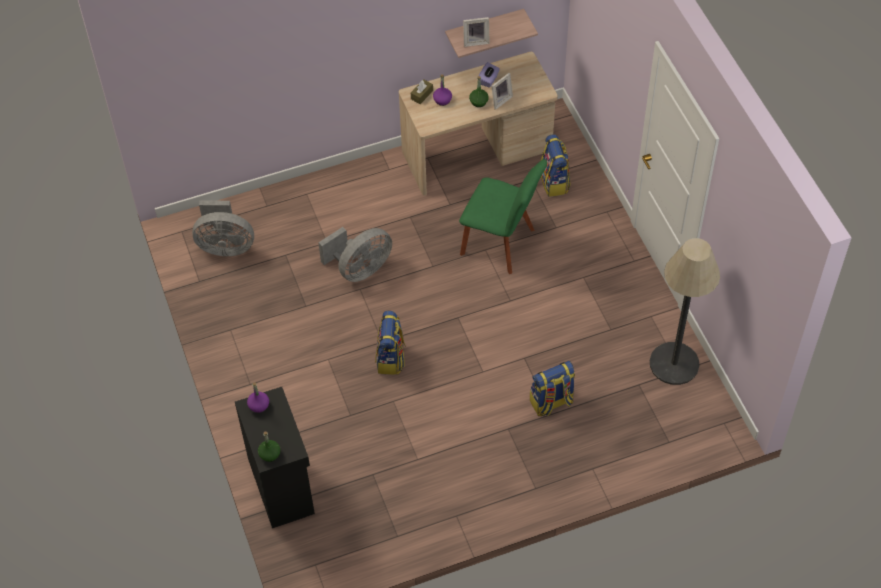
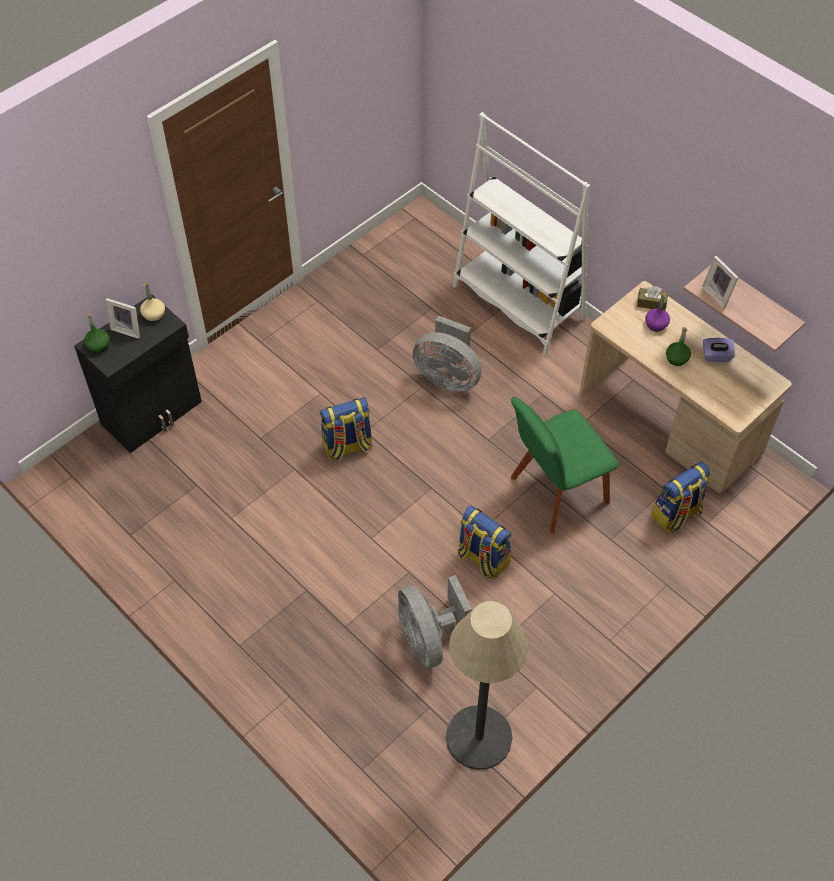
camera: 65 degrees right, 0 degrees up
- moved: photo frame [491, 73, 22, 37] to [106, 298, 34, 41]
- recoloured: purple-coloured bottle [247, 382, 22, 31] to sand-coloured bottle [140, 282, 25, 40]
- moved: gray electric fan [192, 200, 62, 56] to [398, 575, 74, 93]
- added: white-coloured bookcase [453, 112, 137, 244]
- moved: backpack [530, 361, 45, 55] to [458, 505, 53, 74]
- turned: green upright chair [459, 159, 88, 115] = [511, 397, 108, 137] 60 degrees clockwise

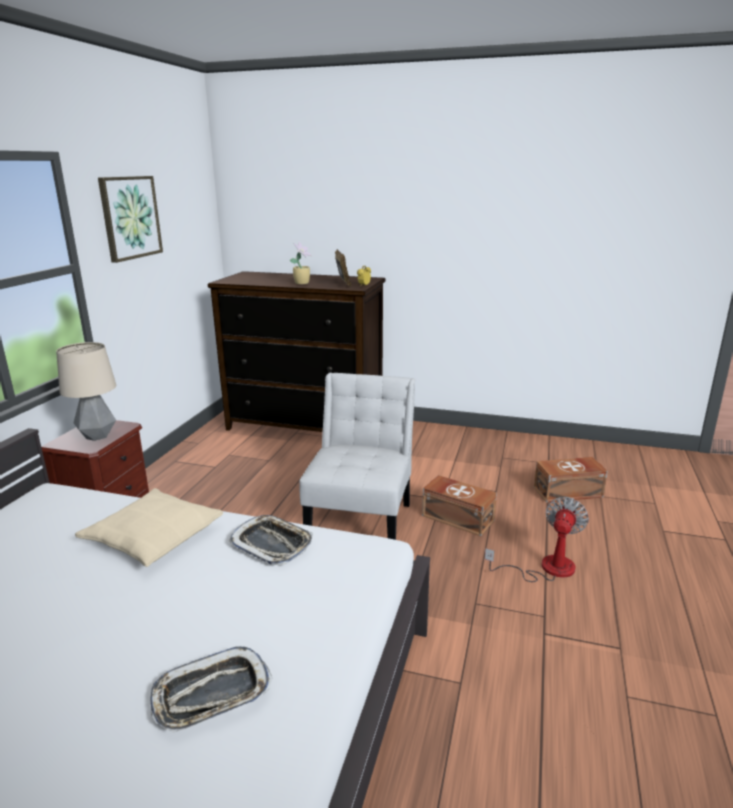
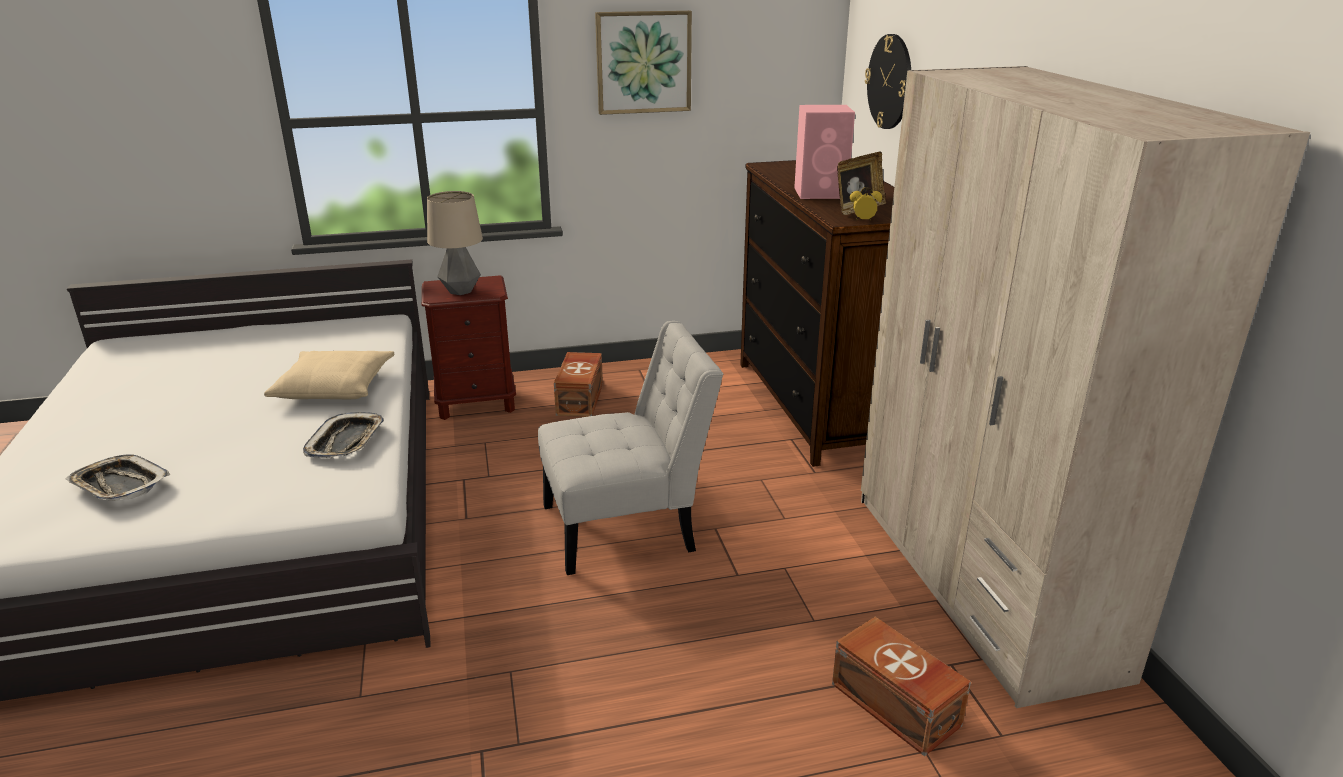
camera: 60 degrees right, 5 degrees up
- moved: brown storage bin [422, 475, 75, 61] to [554, 352, 49, 65]
- replaced: houseplant [290, 242, 21, 43] to pink-coloured loudspeaker [794, 105, 61, 94]
- added: sand-coloured clothes cupboard [861, 66, 449, 642]
- added: clock on the wall [865, 34, 46, 95]
- removed: electric fan [485, 497, 104, 85]

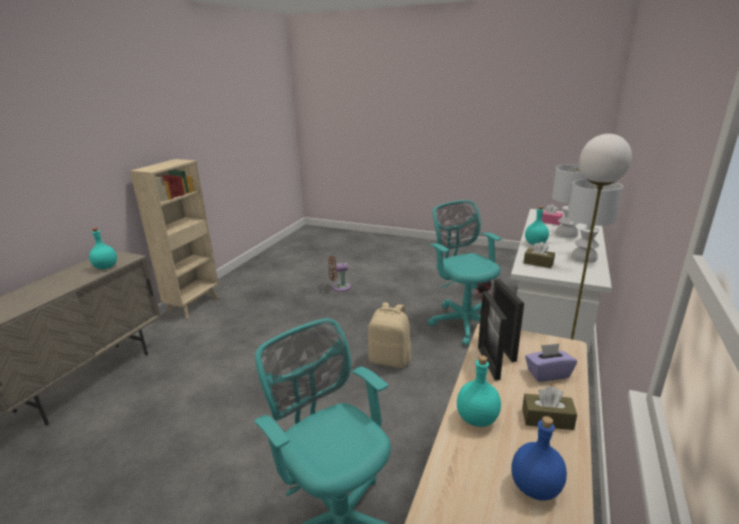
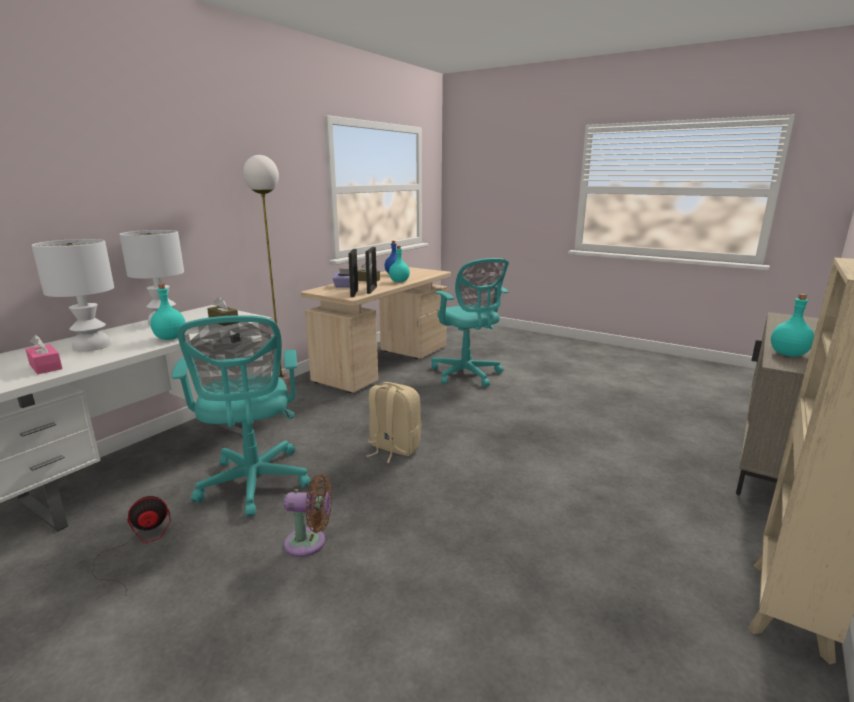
camera: 170 degrees left, 5 degrees down
- moved: brown electric fan [328, 256, 23, 36] to [284, 474, 48, 83]

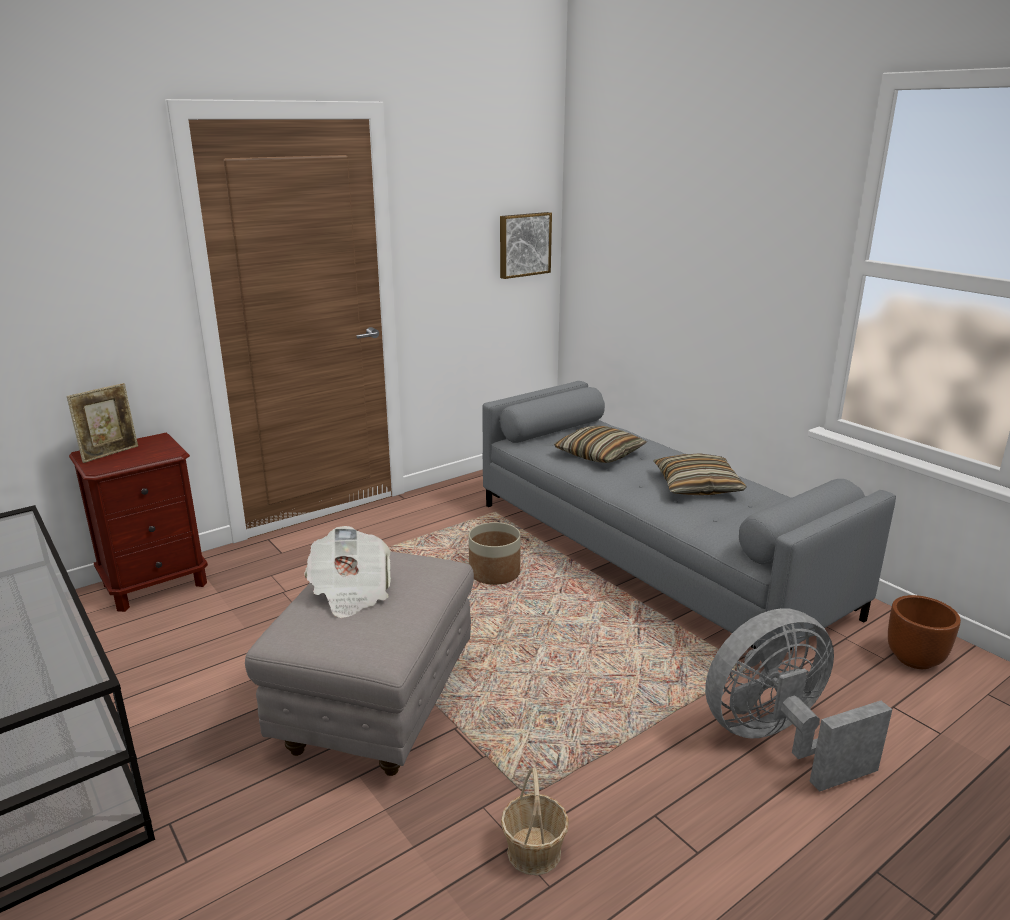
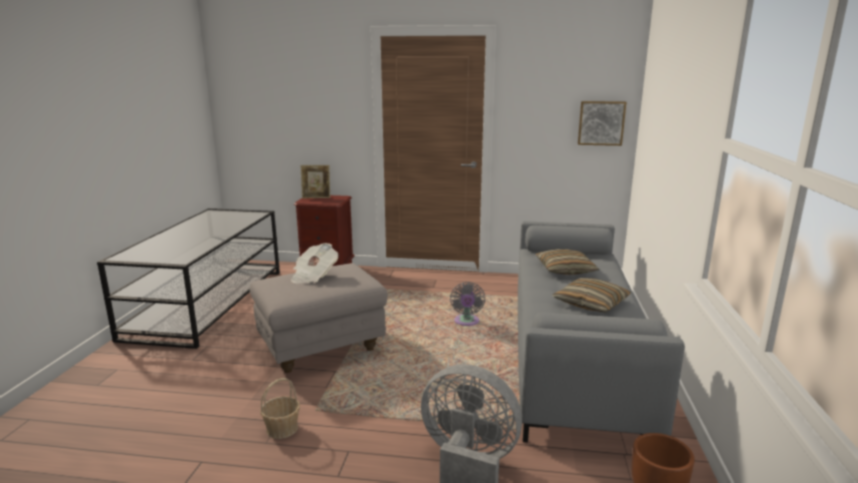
camera: 45 degrees right, 5 degrees down
- replaced: flower pot [469, 522, 52, 63] to gray electric fan [450, 282, 35, 44]

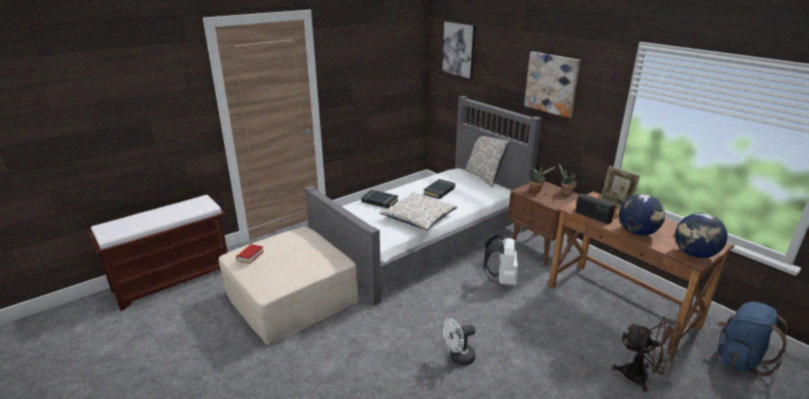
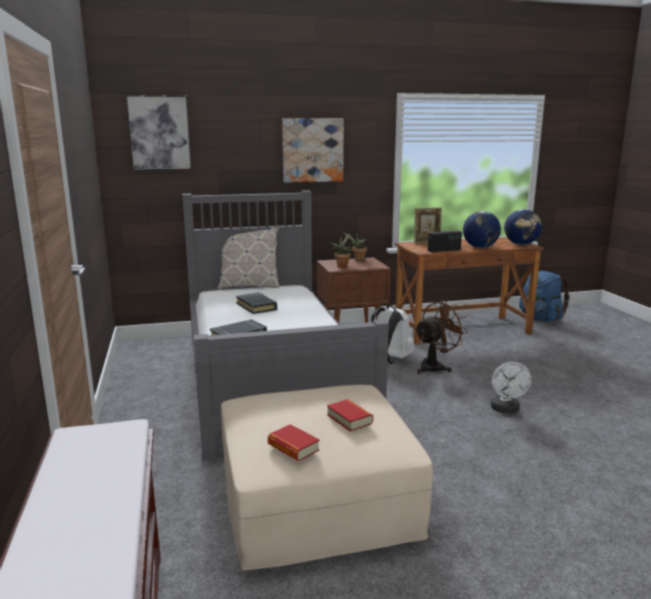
camera: 65 degrees left, 10 degrees down
- added: volume [327, 399, 46, 33]
- moved: brown electric fan [612, 317, 69, 75] to [414, 300, 54, 74]
- removed: cushion [380, 192, 78, 38]

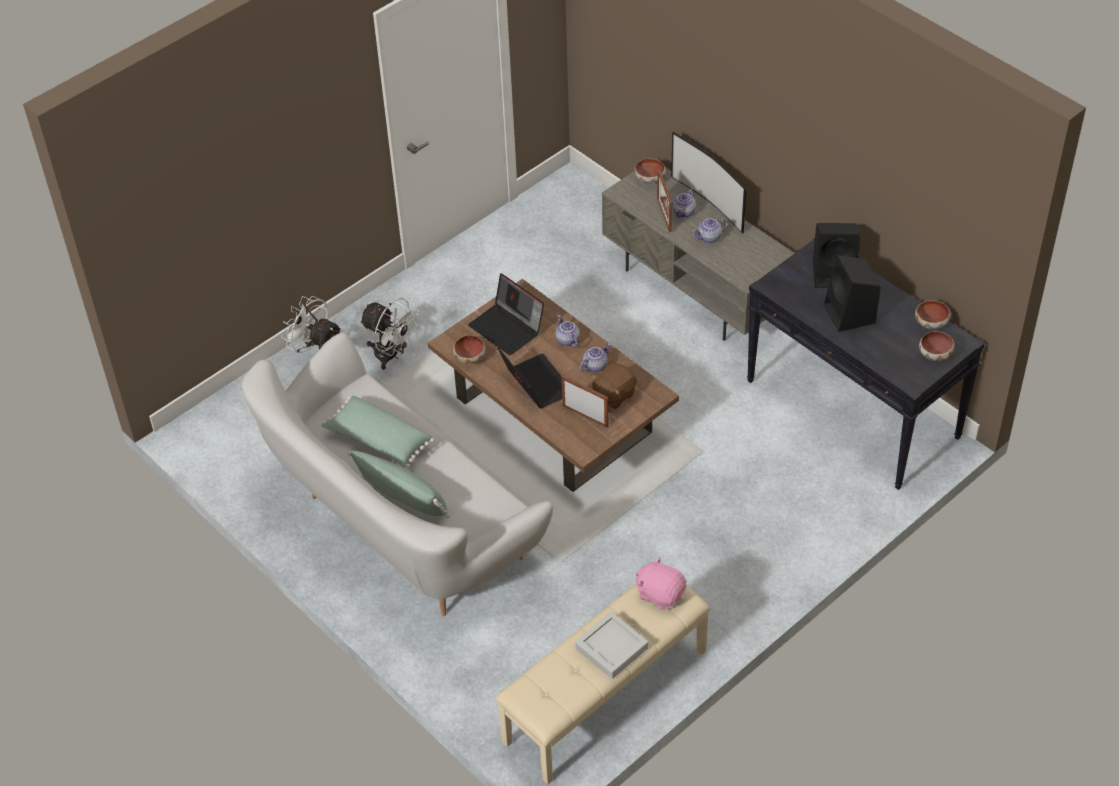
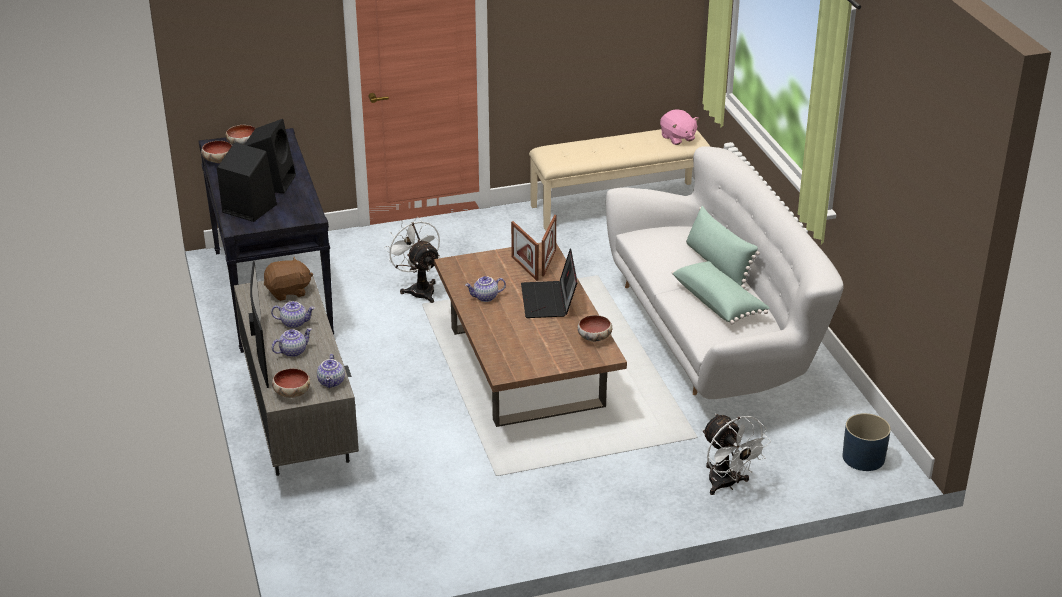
camera: 155 degrees left, 15 degrees down
- moved: brown soft toy [592, 363, 45, 46] to [264, 256, 49, 45]
- moved: pot for tea [555, 315, 25, 33] to [317, 354, 28, 34]
- moved: white-coloured electric fan [359, 298, 60, 72] to [384, 217, 56, 86]
- moved: photo frame [657, 169, 15, 63] to [542, 215, 14, 61]
- moved: pink-coloured soft toy [636, 557, 50, 53] to [660, 109, 39, 36]
- added: blue-coloured flower pot [842, 413, 49, 58]
- removed: notebook computer [468, 273, 76, 82]
- removed: gray serving tray [575, 612, 73, 67]

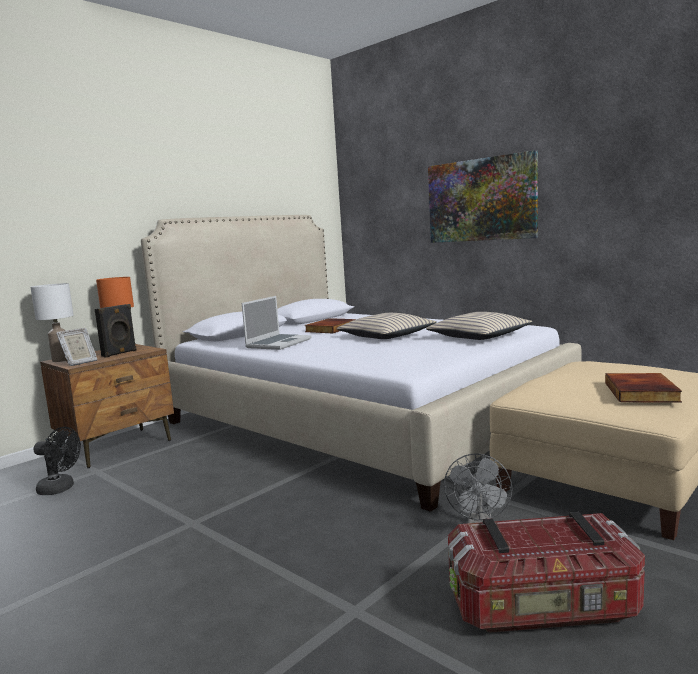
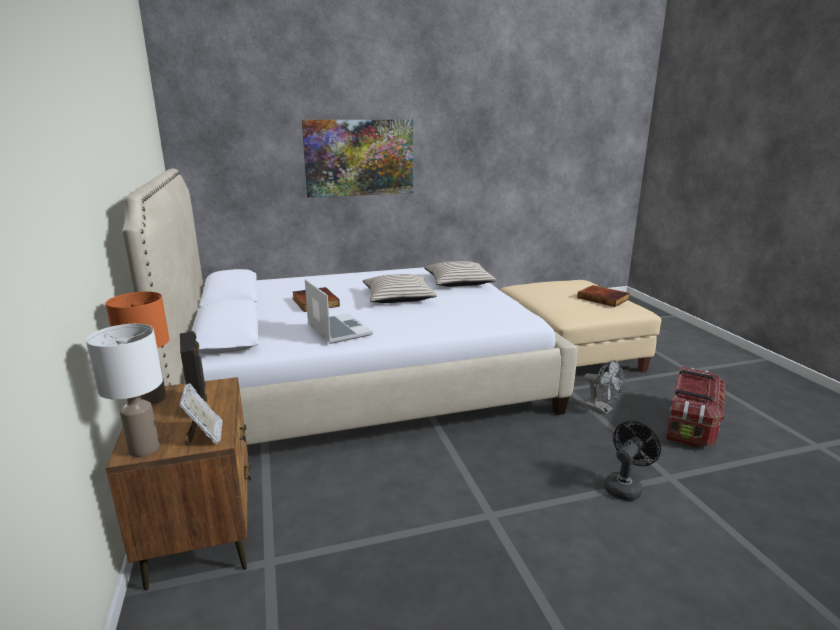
camera: 60 degrees left, 10 degrees up
- moved: black-coloured electric fan [33, 427, 48, 68] to [604, 421, 57, 80]

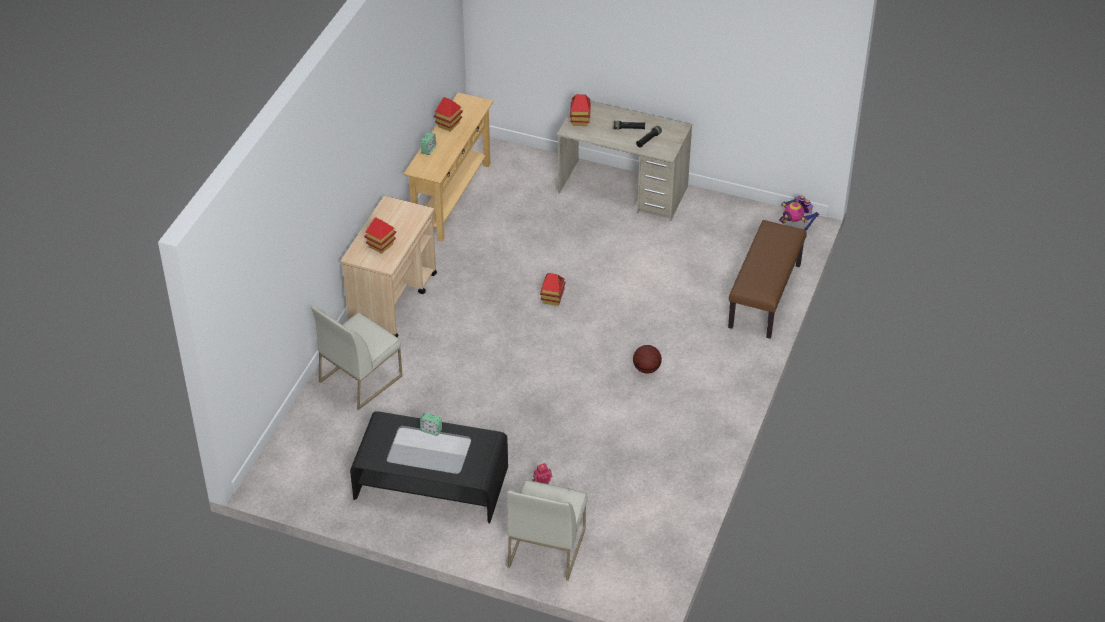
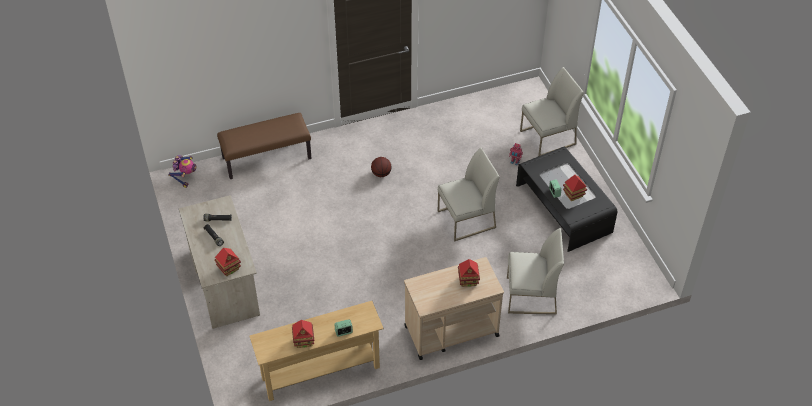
camera: 130 degrees left, 5 degrees up
- added: white-coloured upright chair [438, 147, 62, 94]
- moved: miniature house [540, 273, 25, 33] to [563, 175, 24, 26]

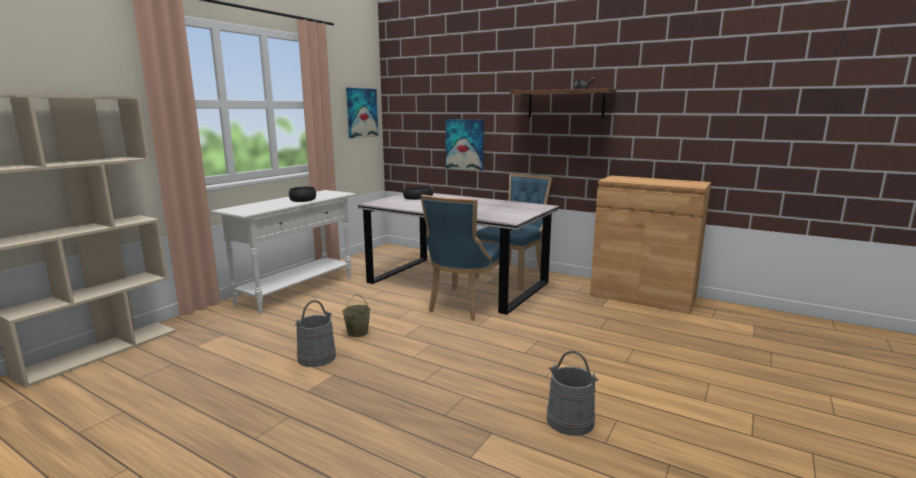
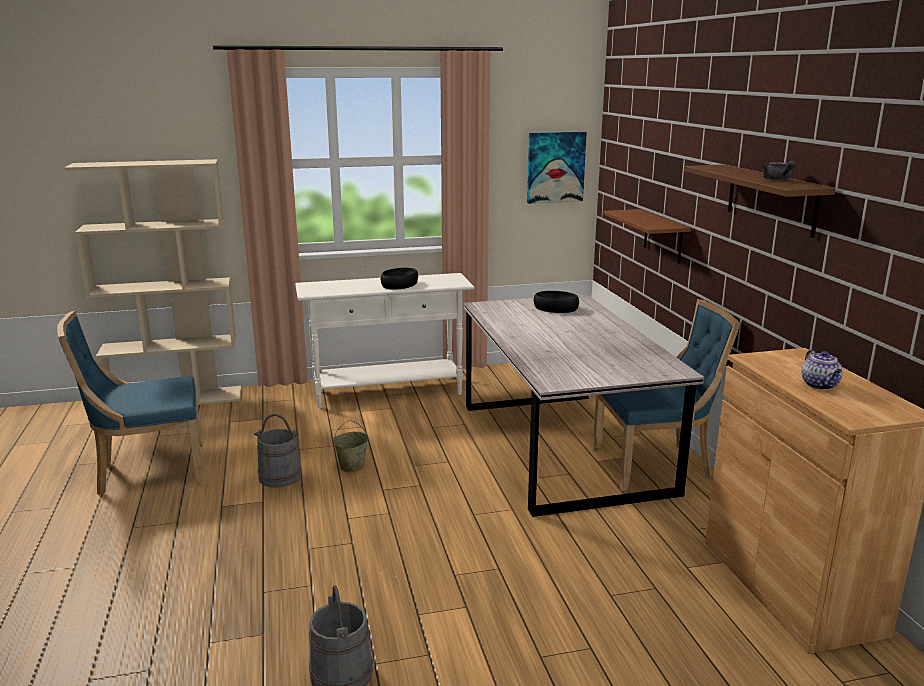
camera: 45 degrees right, 5 degrees up
- moved: blue-coloured upright chair [420, 195, 80, 125] to [57, 311, 148, 184]
- replaced: wall art [446, 119, 38, 52] to brown wall shelf [603, 209, 88, 55]
- added: pot for tea [801, 350, 42, 40]

